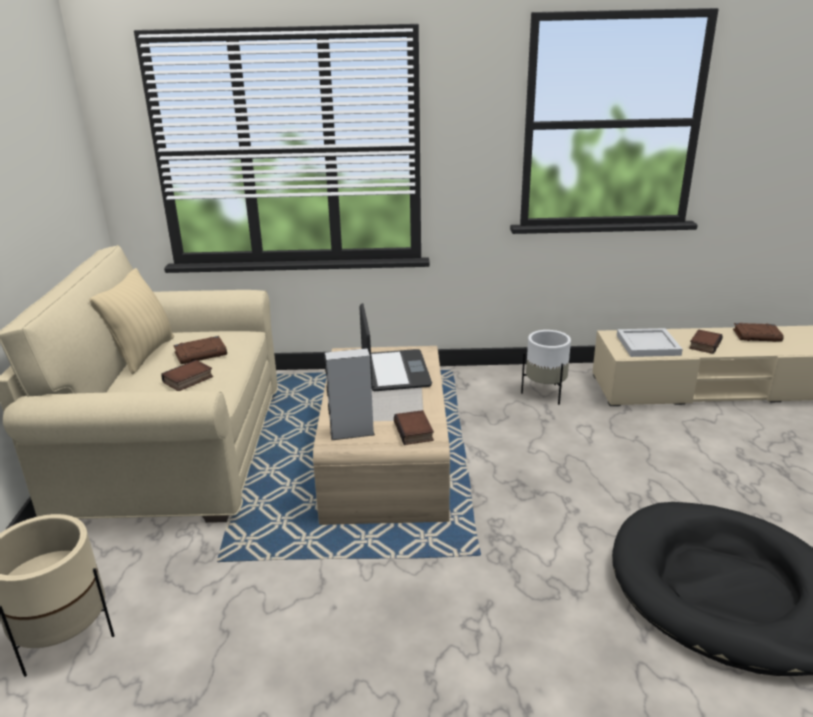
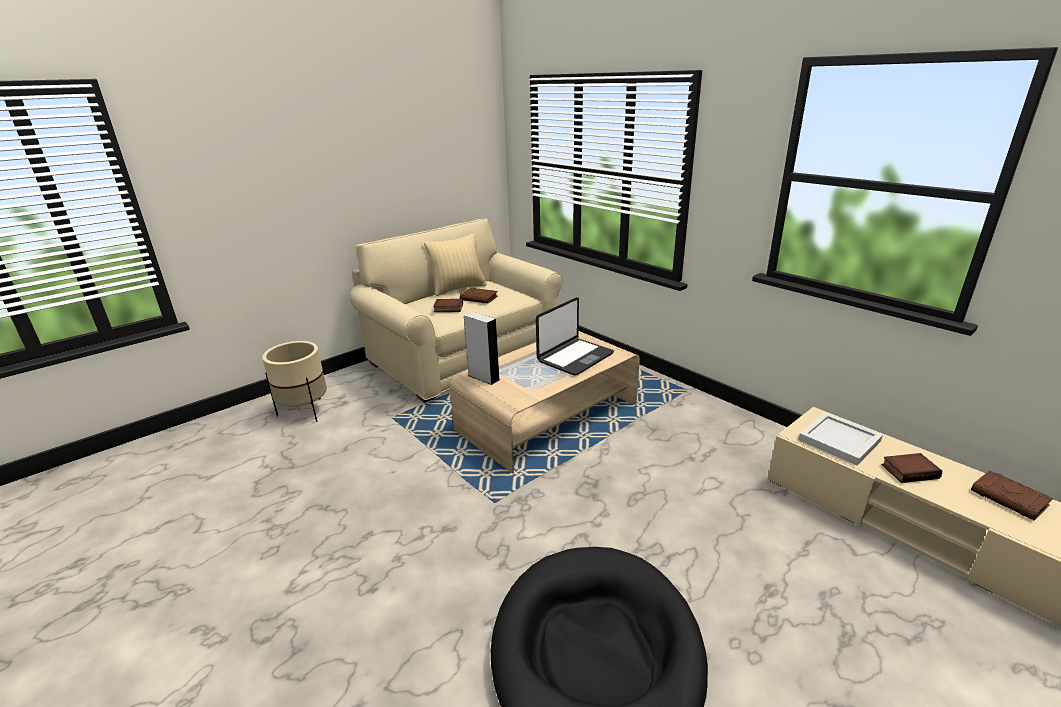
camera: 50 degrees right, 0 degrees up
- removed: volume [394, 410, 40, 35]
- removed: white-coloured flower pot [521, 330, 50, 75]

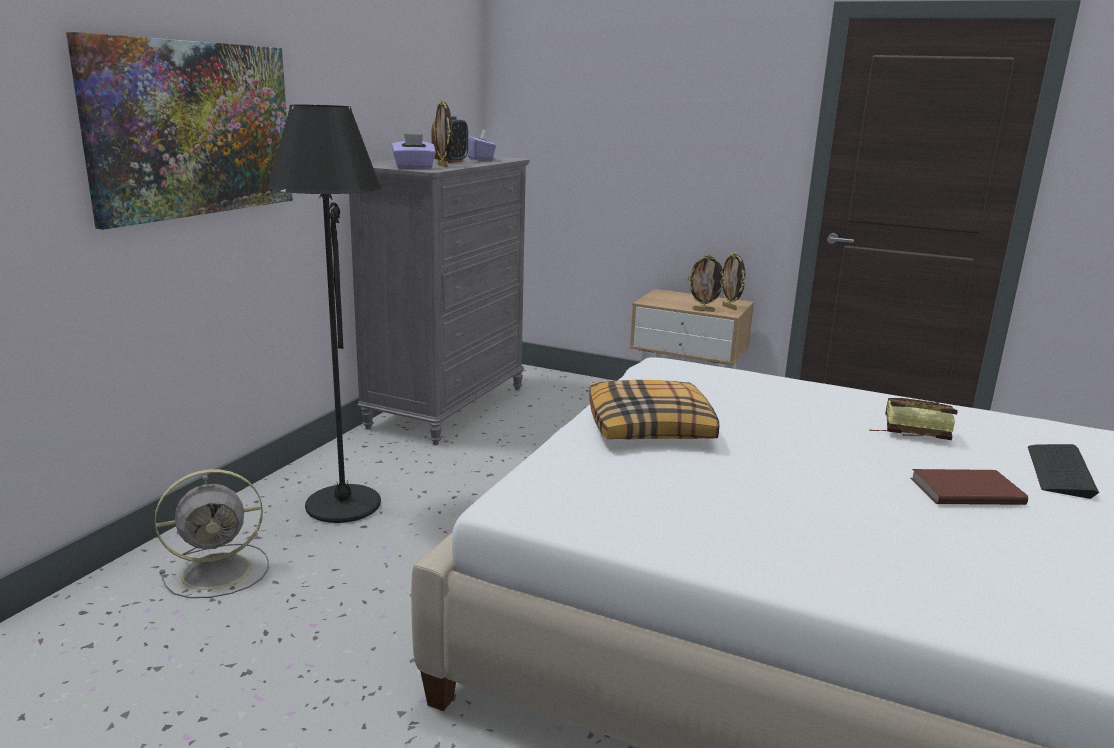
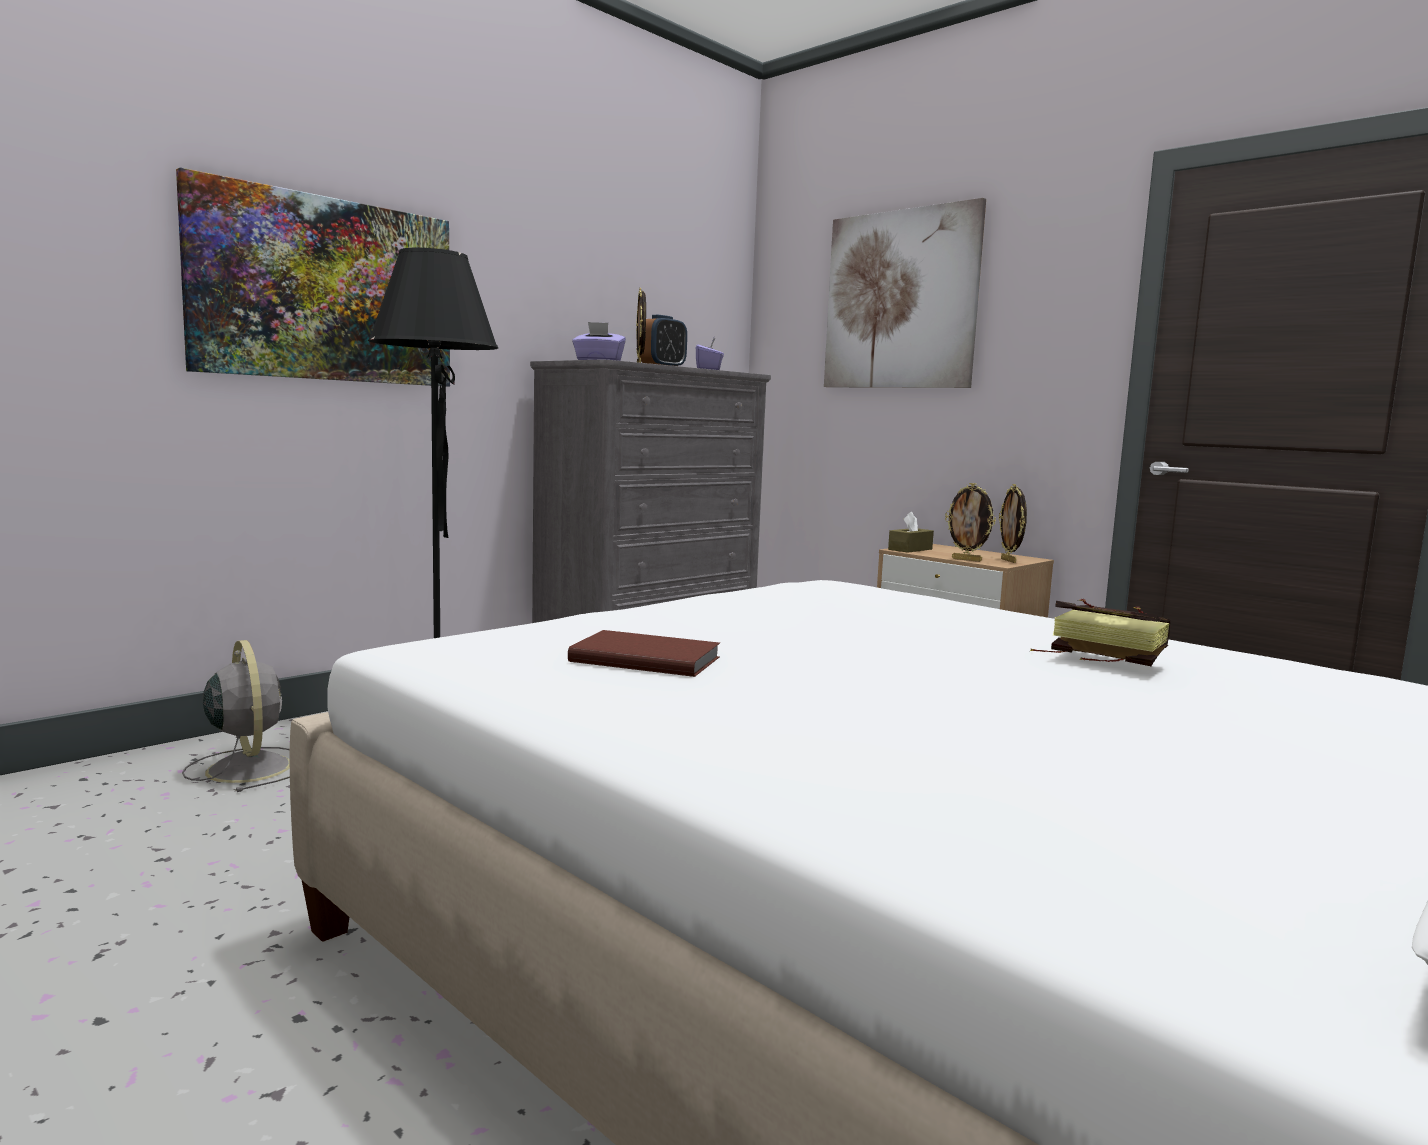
camera: 20 degrees right, 10 degrees down
- turned: gray electric fan [155, 469, 114, 129] = [182, 640, 108, 152] 120 degrees counterclockwise
- moved: brown volume [911, 469, 117, 36] to [568, 630, 152, 47]
- added: wall art [824, 198, 162, 190]
- added: brown box of tissues [888, 512, 46, 41]
- removed: cushion [589, 380, 130, 59]
- removed: keyboard [1028, 444, 71, 55]

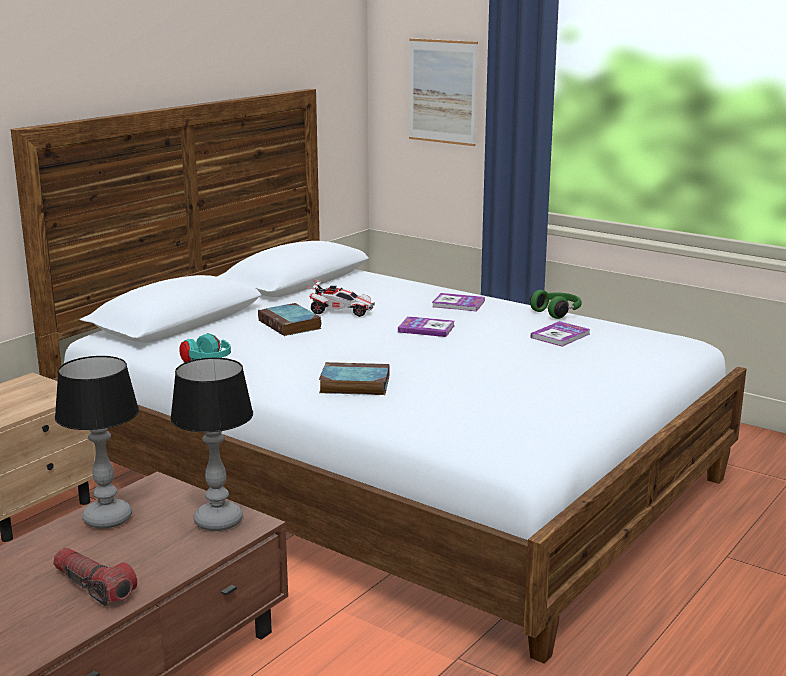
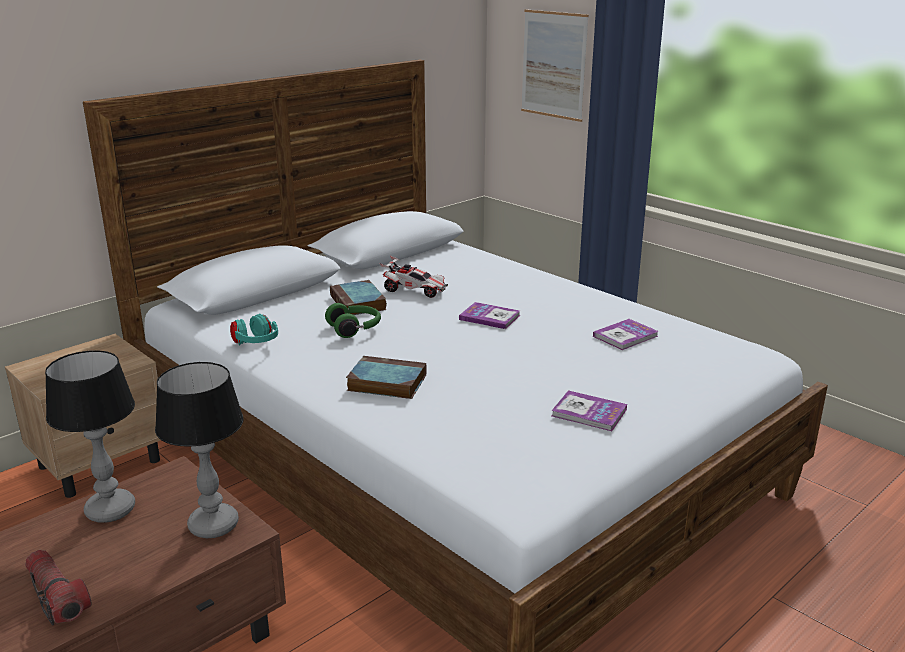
camera: 10 degrees right, 5 degrees up
- moved: green pair of headphones [530, 290, 52, 29] to [325, 303, 56, 35]
- moved: volume [432, 293, 53, 18] to [551, 390, 76, 41]

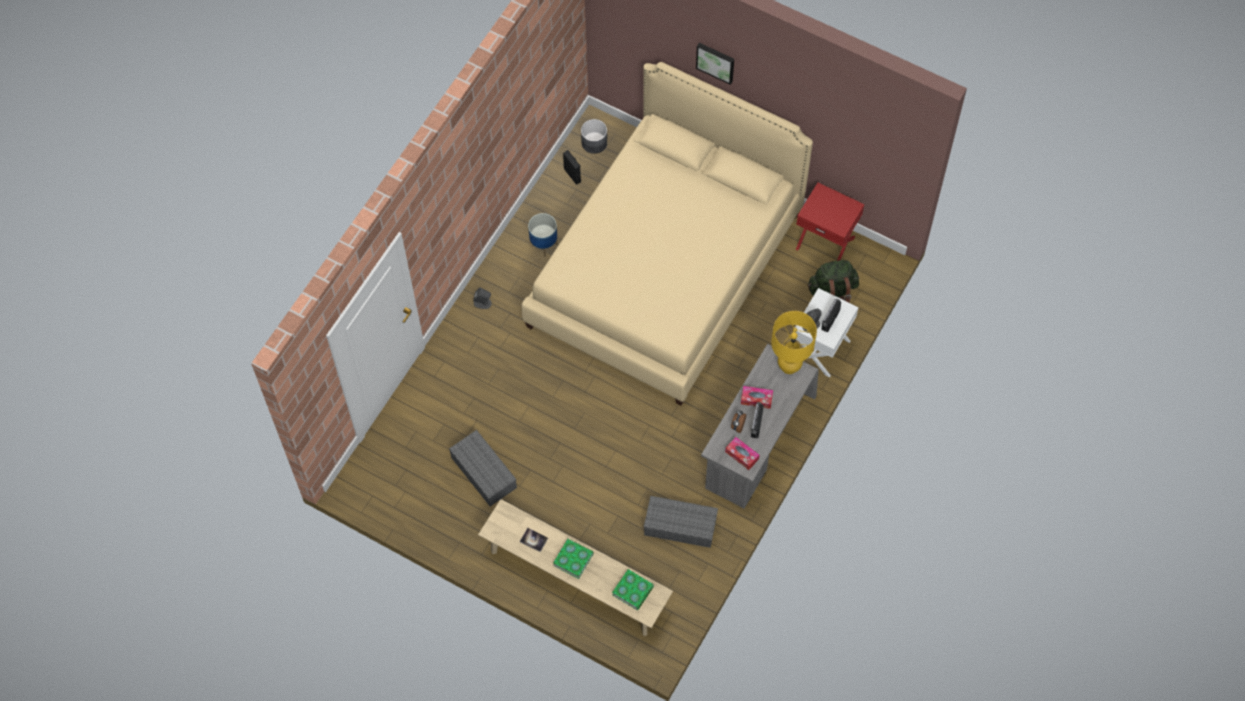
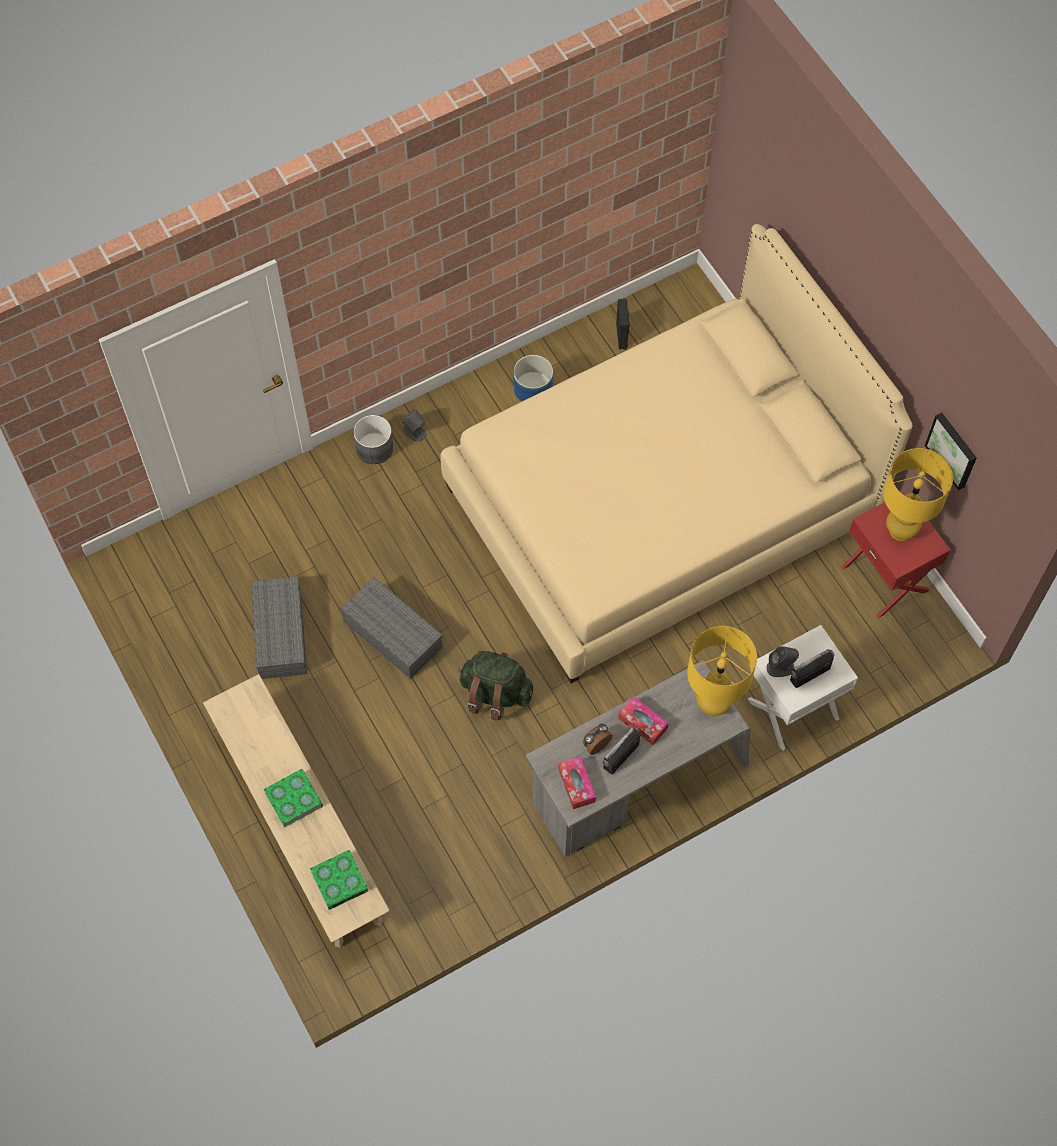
camera: 30 degrees right, 0 degrees up
- moved: gray storage bin [644, 496, 74, 52] to [340, 577, 103, 102]
- moved: gray flower pot [581, 119, 26, 35] to [353, 415, 40, 49]
- moved: green backpack [808, 260, 51, 43] to [459, 651, 74, 70]
- added: yellowish tabletop lamp [883, 448, 70, 93]
- moved: wall art [696, 43, 38, 42] to [925, 412, 52, 78]
- removed: volume [520, 528, 28, 24]

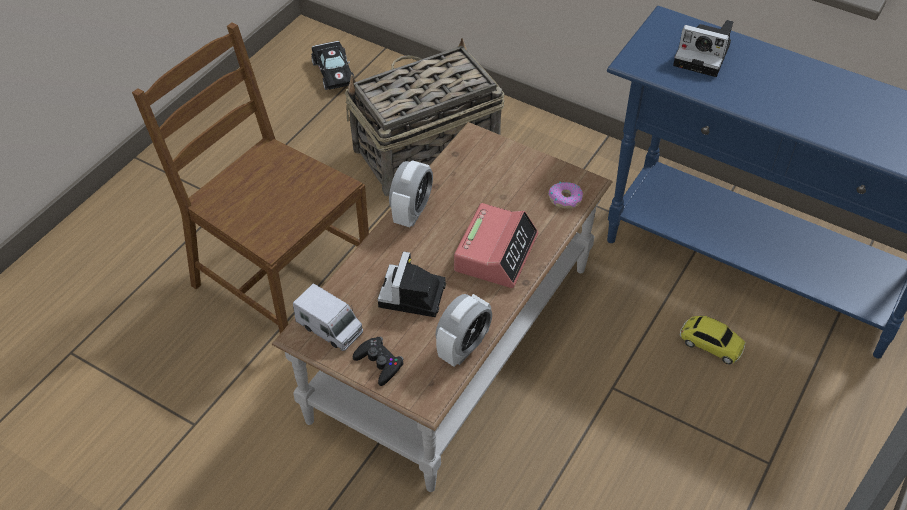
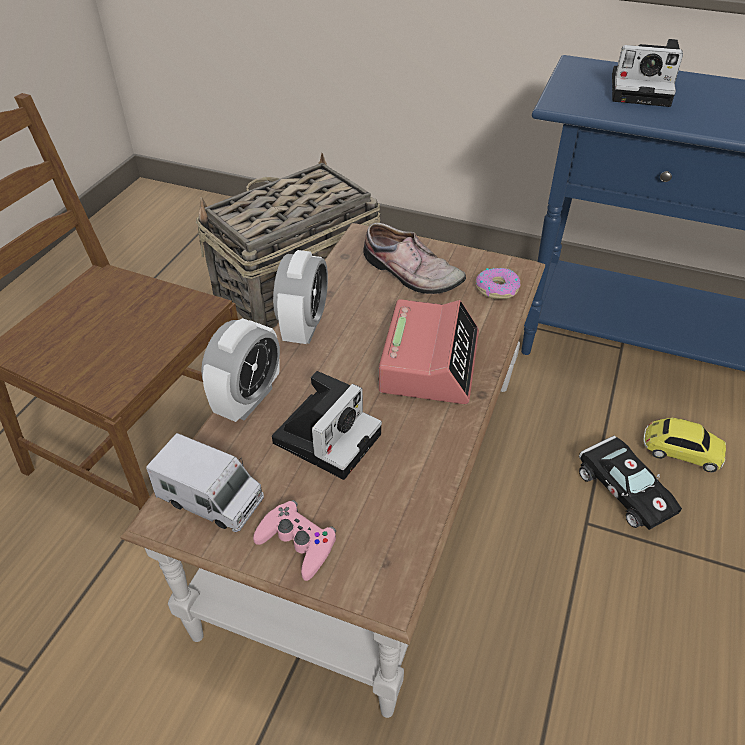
camera: 10 degrees left, 5 degrees down
- moved: table clock [435, 294, 57, 73] to [201, 318, 79, 104]
- recoloured: black-coloured game controller [353, 336, 51, 50] to pink-coloured game controller [253, 500, 83, 81]
- turned: still camera [378, 252, 68, 65] = [272, 371, 110, 109] 150 degrees counterclockwise
- added: shoe [363, 223, 103, 71]
- moved: black-coloured toy car [311, 41, 43, 49] to [579, 436, 103, 94]

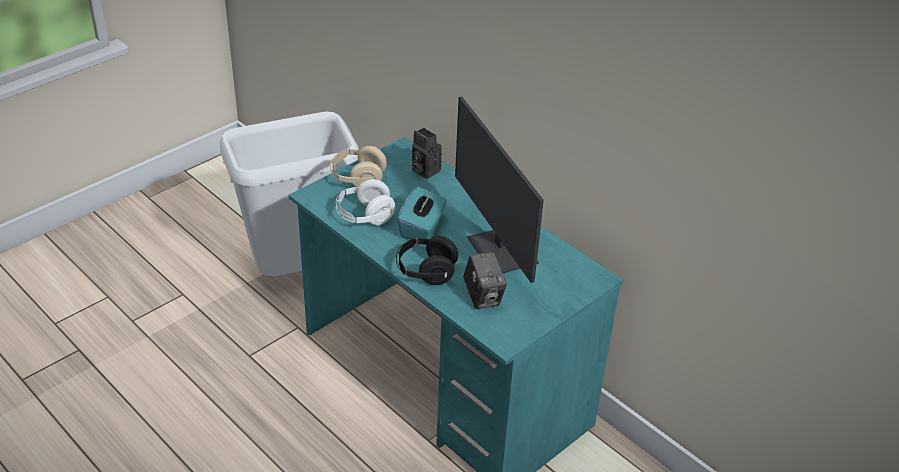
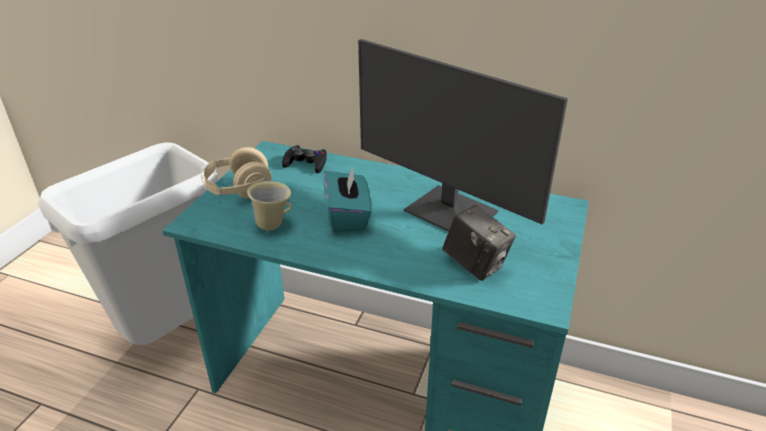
camera: 25 degrees left, 5 degrees down
- replaced: white-coloured pair of headphones [336, 179, 59, 46] to sand-coloured coffee mug [247, 181, 45, 50]
- replaced: still camera [412, 128, 30, 51] to black-coloured game controller [282, 145, 45, 28]
- removed: black-coloured pair of headphones [396, 236, 62, 49]

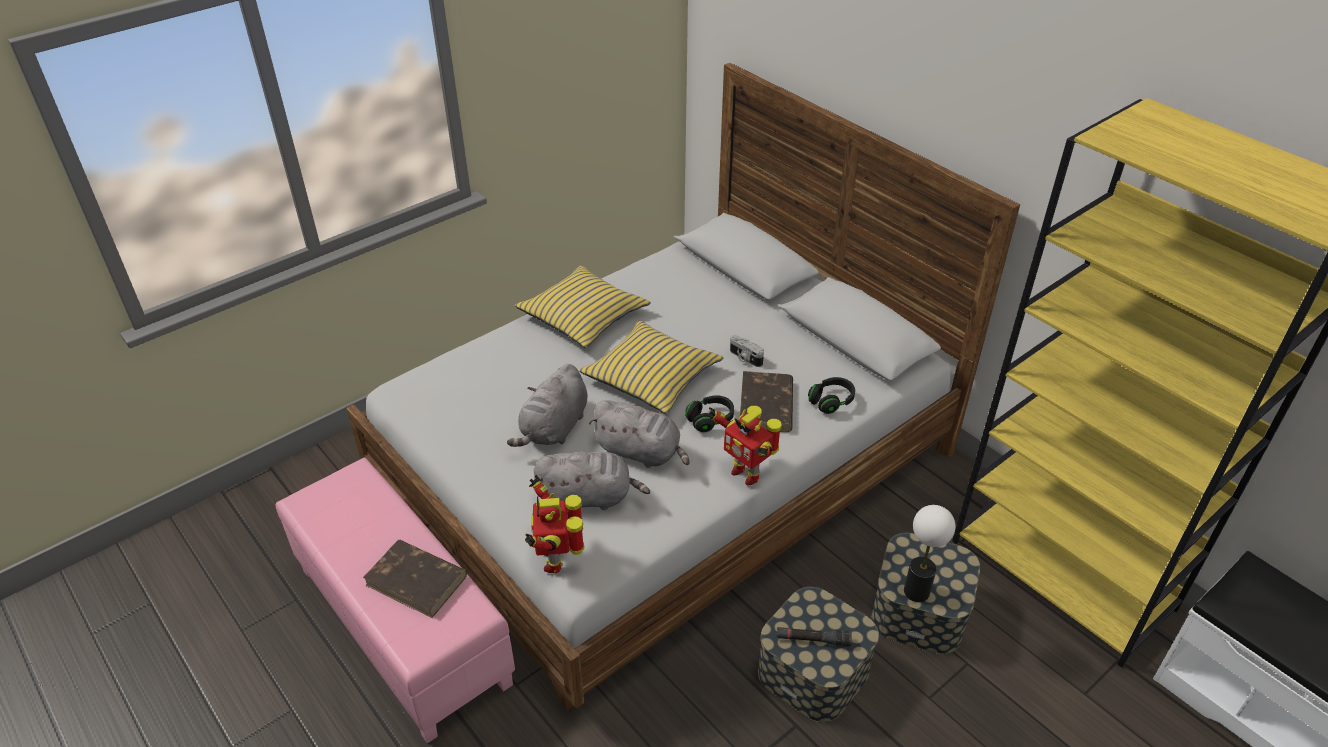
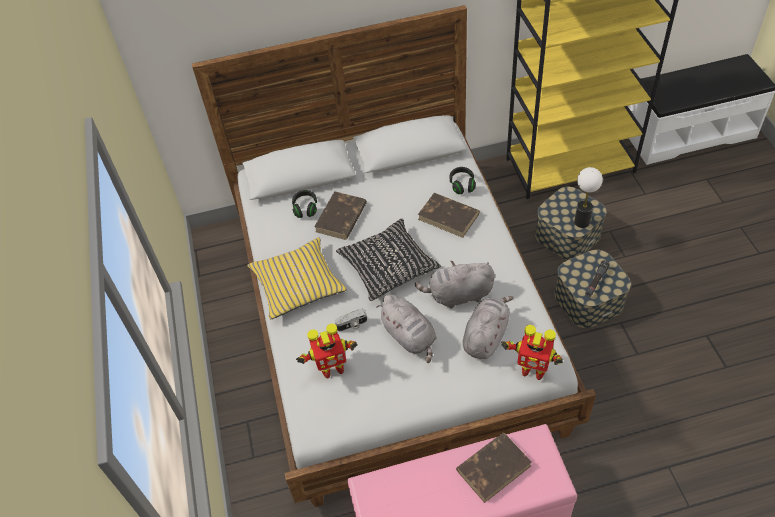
camera: 60 degrees left, 10 degrees up
- moved: black-coloured pair of headphones [685, 395, 49, 37] to [292, 190, 25, 28]
- moved: model robot [709, 406, 72, 80] to [296, 324, 61, 54]
- added: brown volume [314, 191, 53, 49]
- moved: still camera [730, 335, 34, 32] to [335, 309, 32, 22]
- recoloured: yellowish cushion [579, 321, 144, 93] to black-coloured cushion [336, 219, 105, 82]
- turned: gray soft toy [589, 401, 101, 67] = [415, 261, 80, 47] 150 degrees counterclockwise

